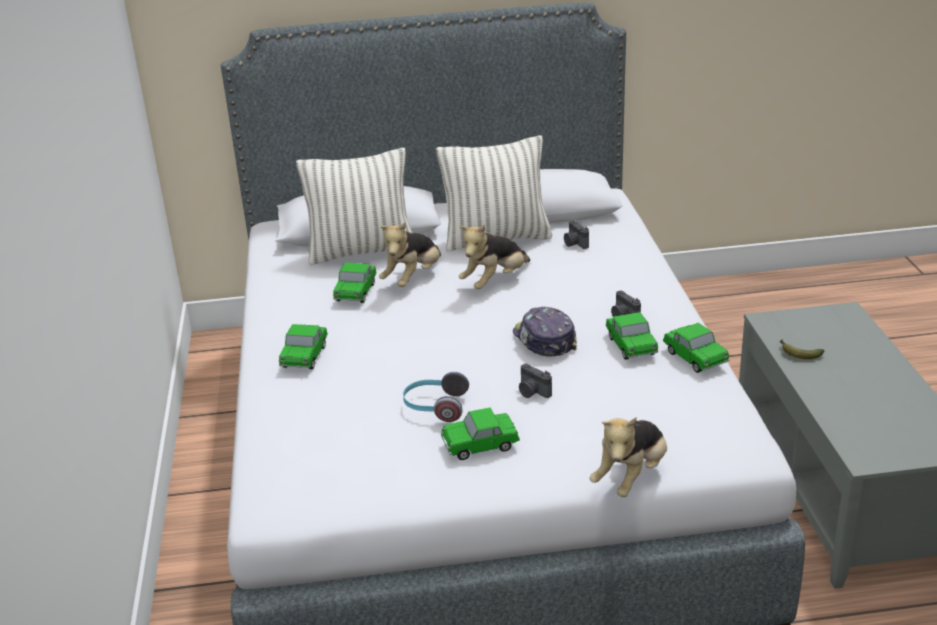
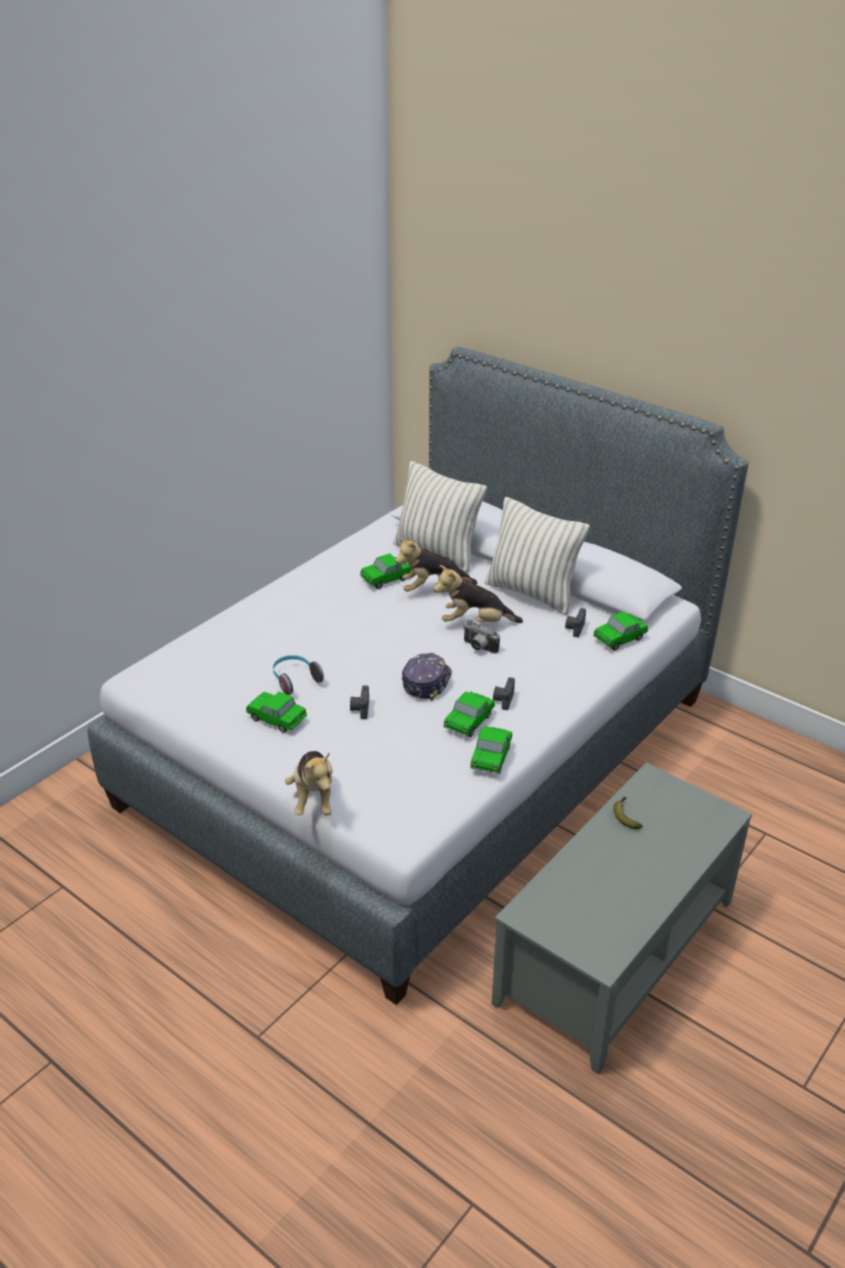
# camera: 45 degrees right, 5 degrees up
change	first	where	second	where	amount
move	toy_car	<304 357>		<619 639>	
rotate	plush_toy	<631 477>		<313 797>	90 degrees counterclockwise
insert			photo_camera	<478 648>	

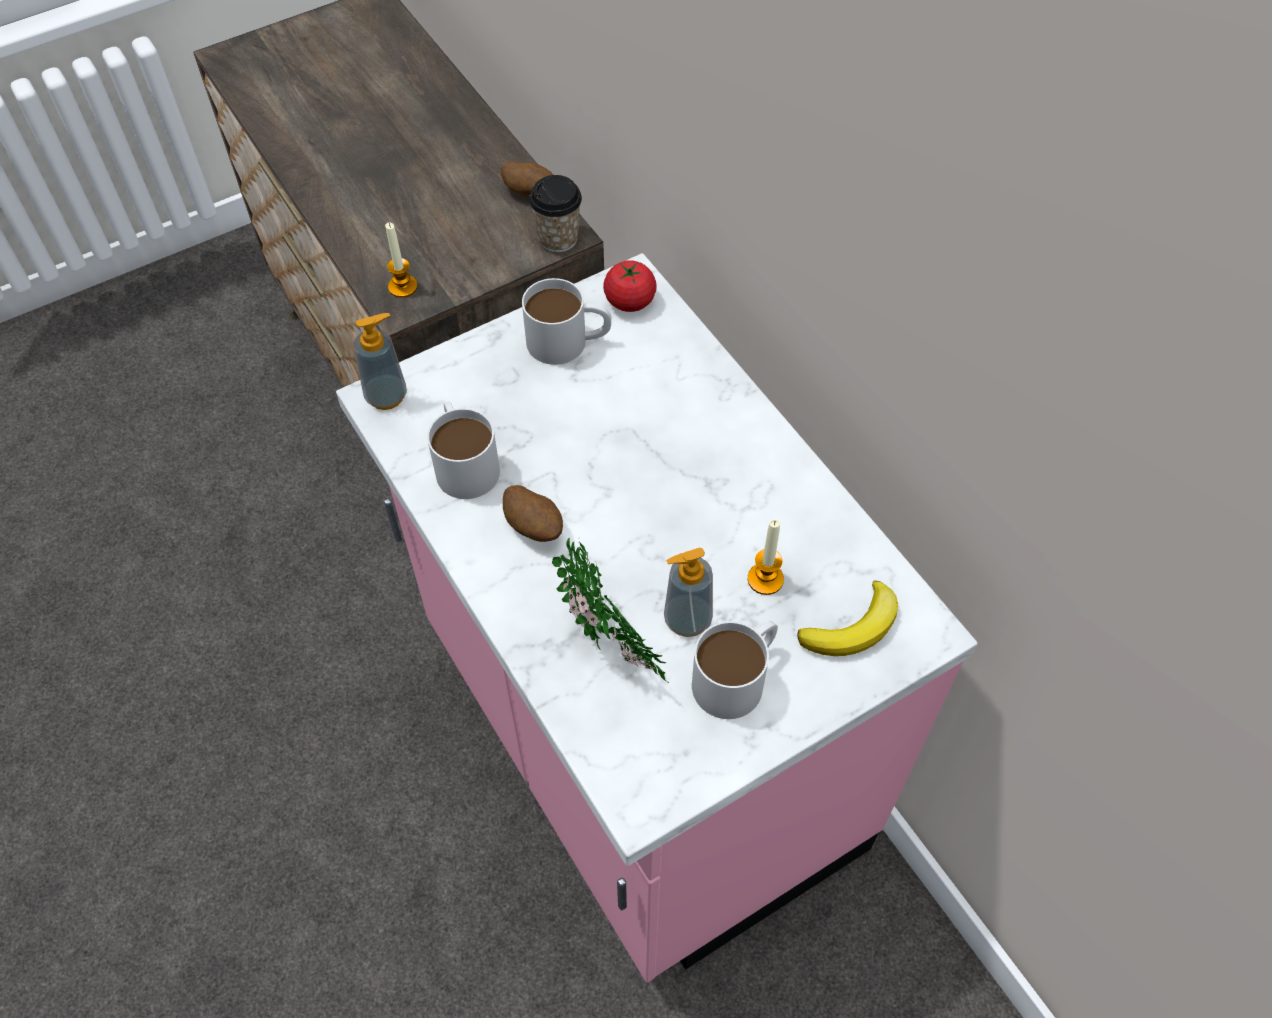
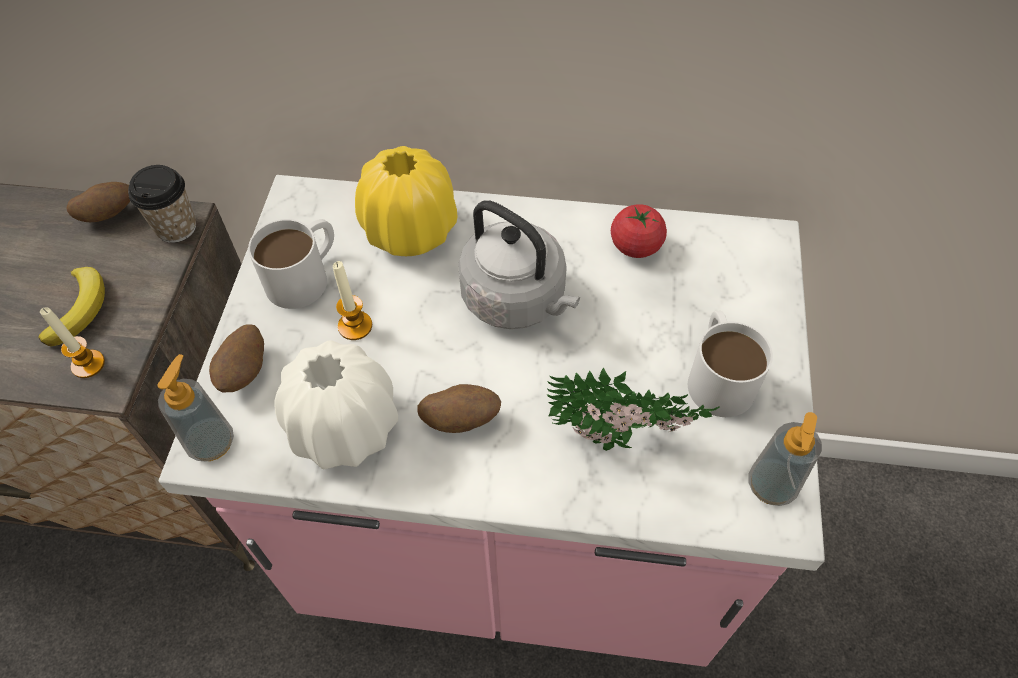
# camera: 50 degrees left, 0 degrees up
change	first	where	second	where	amount
replace	white_mug	<464 462>	white_vase	<344 428>	
move	tomato	<630 301>		<635 246>	
move	soap_dispenser	<687 619>		<771 486>	
move	candle	<765 579>		<355 326>	
move	banana	<853 627>		<80 308>	
insert			potato	<245 372>	
insert			yellow_vase	<410 230>	
insert			grey_kettle	<517 300>	

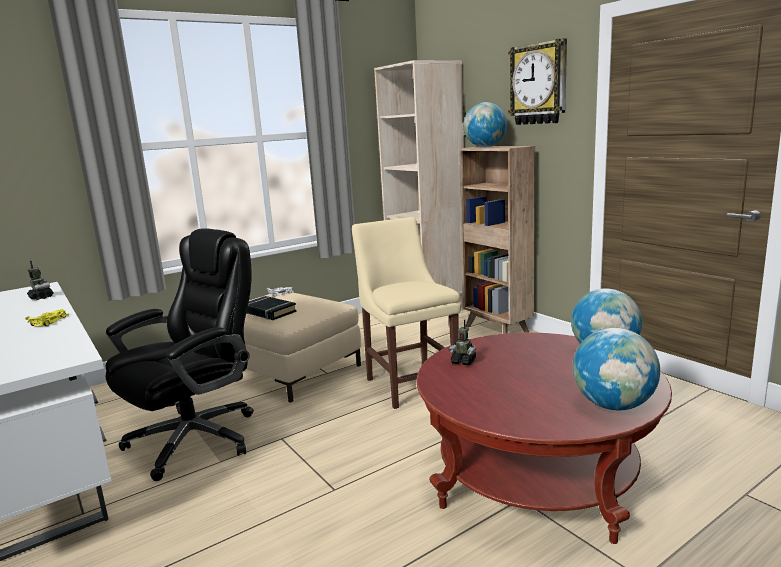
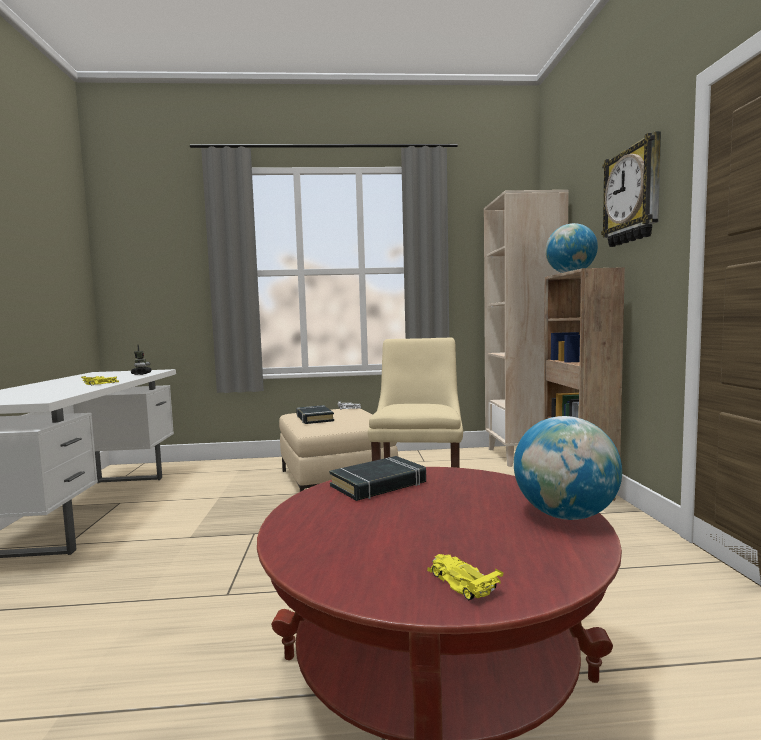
# camera: 30 degrees right, 10 degrees down
change	first	where	second	where	amount
delete	black_office_chair	<197 438>			
replace	toy_robot	<463 361>	black_book	<379 484>	
replace	globe	<613 405>	yellow_toy_car	<461 582>	

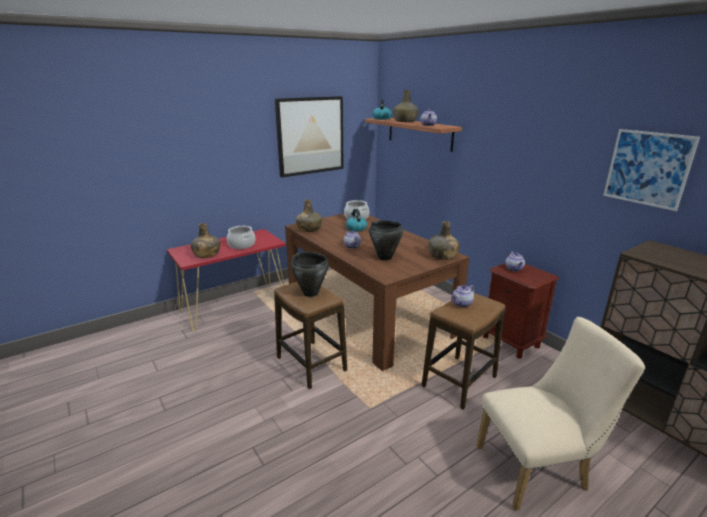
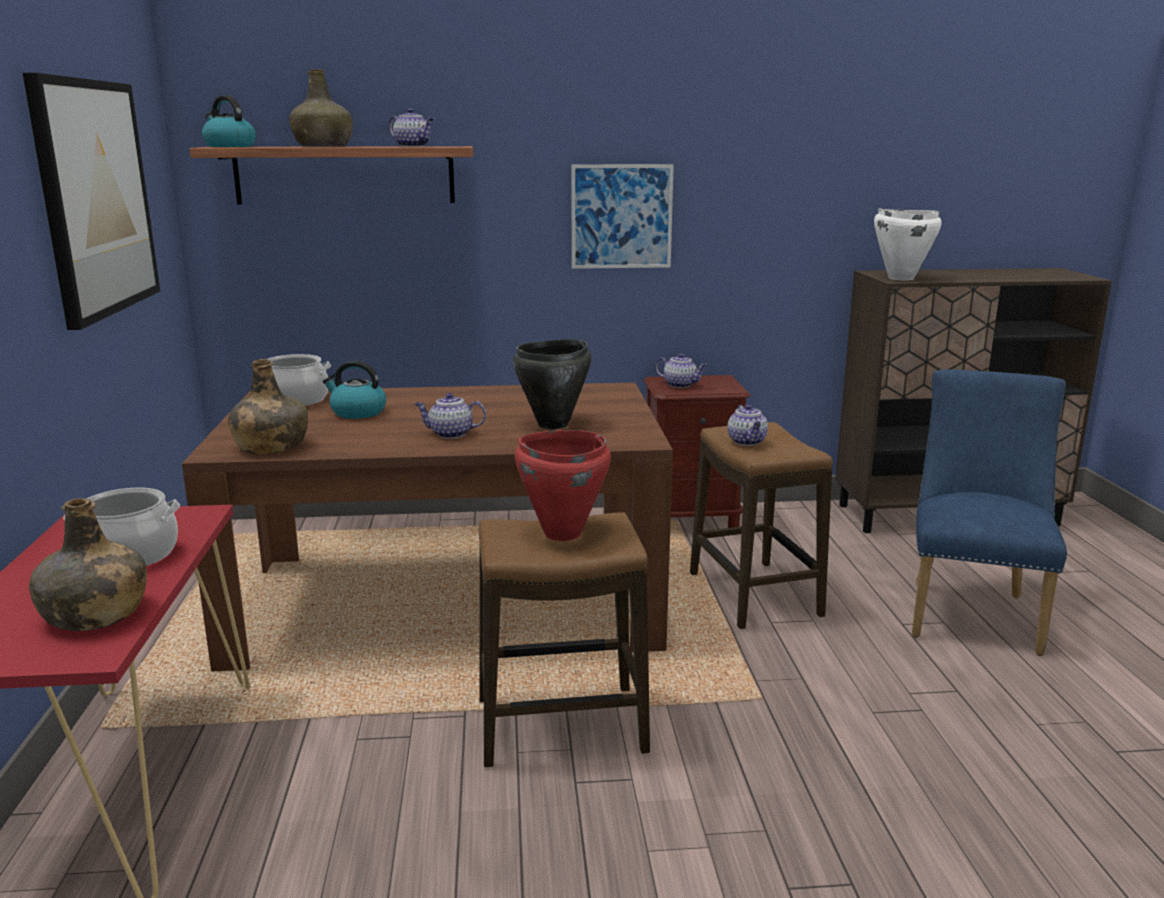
# camera: 60 degrees left, 5 degrees down
change	first	where	second	where	amount
recolor	black_cooking_pot	<310 293>	red_cooking_pot	<562 533>	
delete	green_bottle	<442 256>			
recolor	beige_chair	<538 468>	blue_chair	<972 611>	
move	picture	<647 168>		<621 216>	
insert			white_cooking_pot	<900 278>	

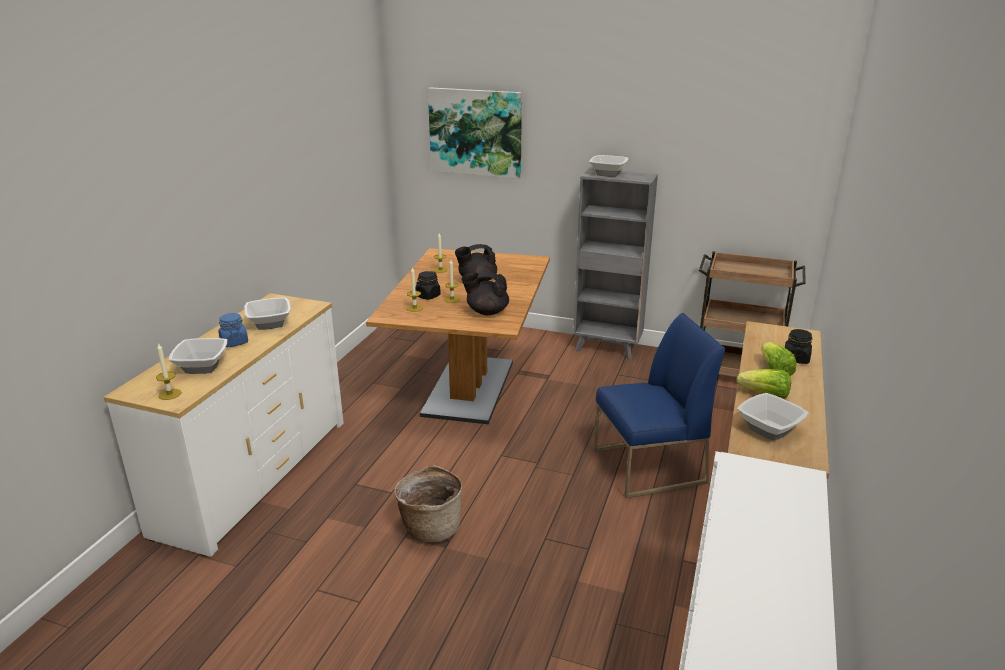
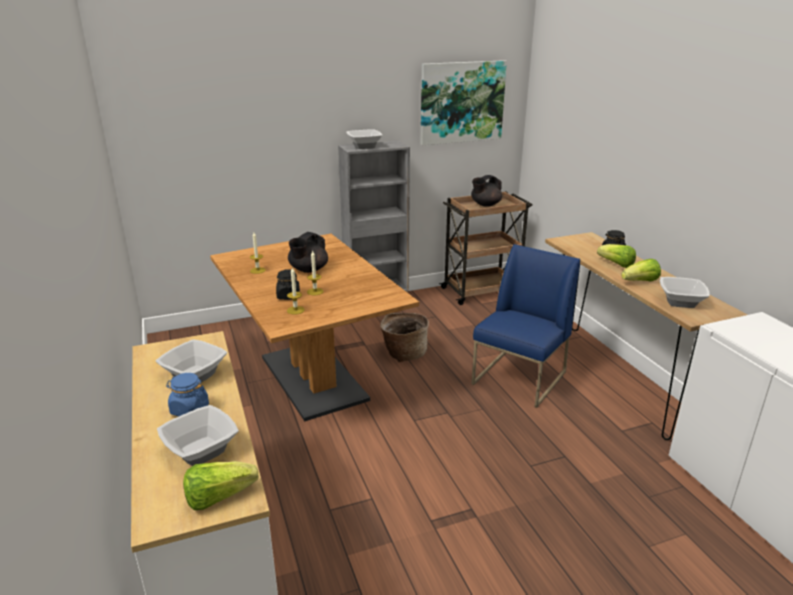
# camera: 40 degrees left, 0 degrees up
change	first	where	second	where	amount
replace	candle	<170 394>	lettuce	<219 497>	
move	basket	<430 527>		<404 354>	
move	picture	<475 132>		<461 102>	
move	black_teapot	<486 312>		<485 205>	

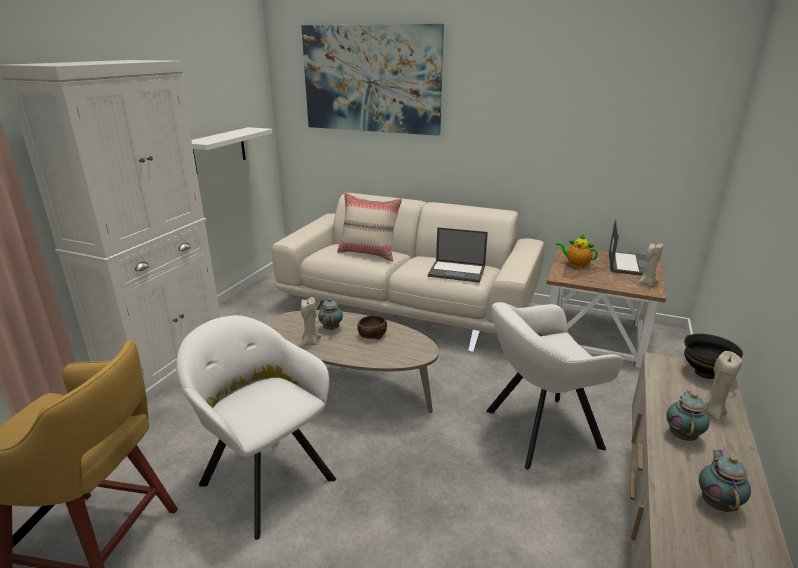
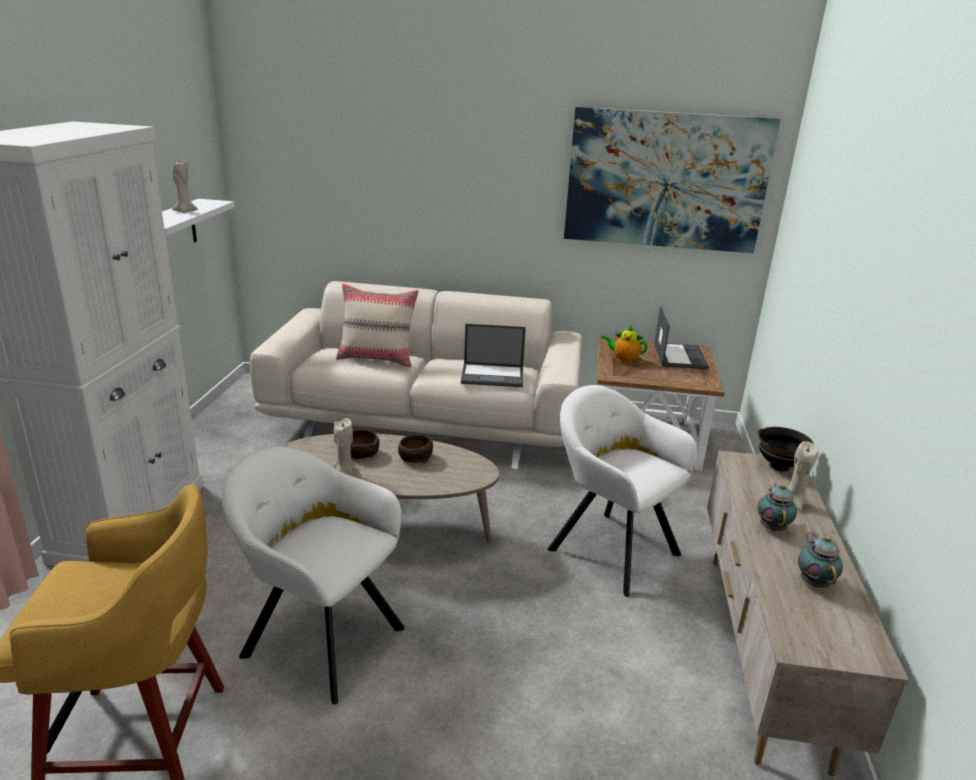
# camera: 15 degrees left, 0 degrees up
change	first	where	second	where	amount
move	picture	<371 79>		<666 181>	
replace	teapot	<331 328>	brown_bowl	<362 454>	
rotate	white_armchair	<537 430>		<609 547>	75 degrees clockwise
move	beige_candle	<646 283>		<185 211>	

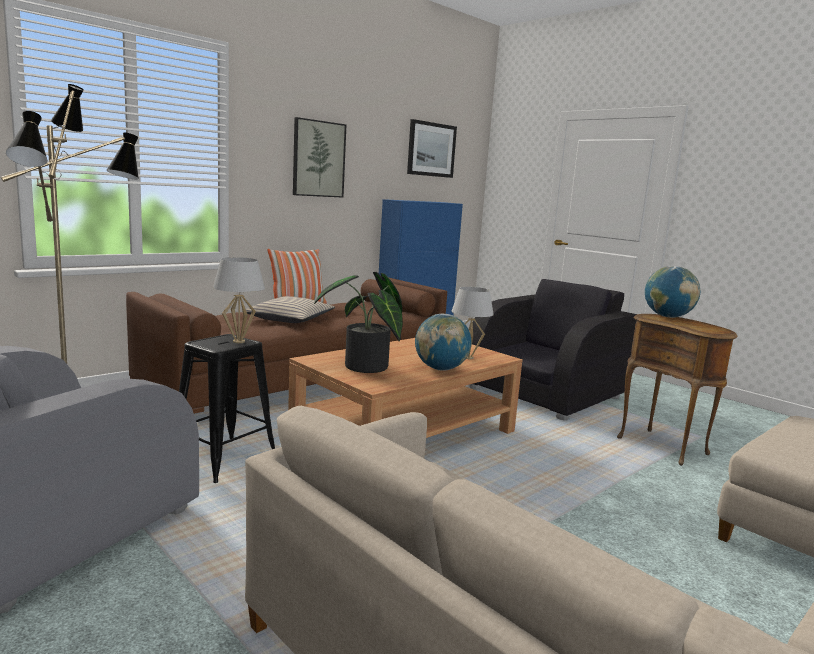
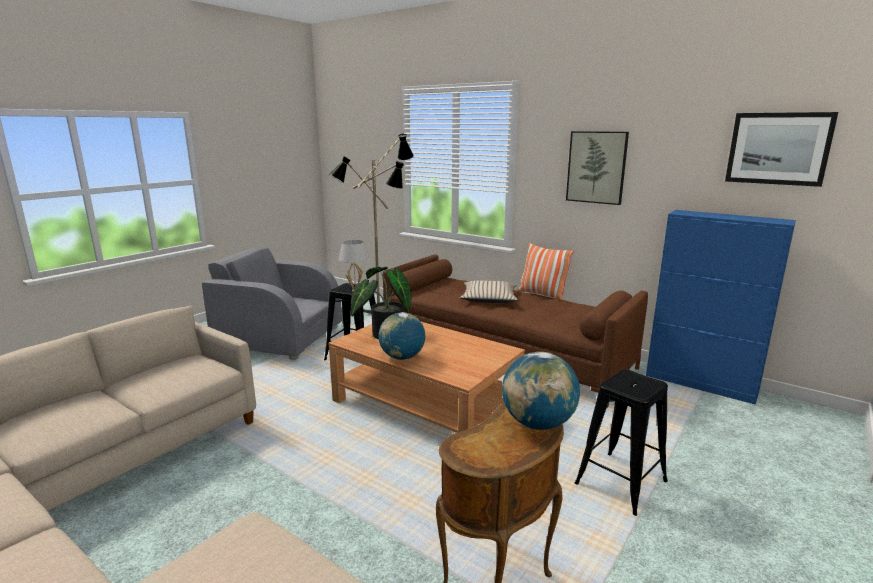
# camera: 80 degrees right, 5 degrees up
change	first	where	second	where	amount
delete	white_table_lamp	<468 357>			
replace	black_armchair	<545 393>	black_stool	<621 482>	

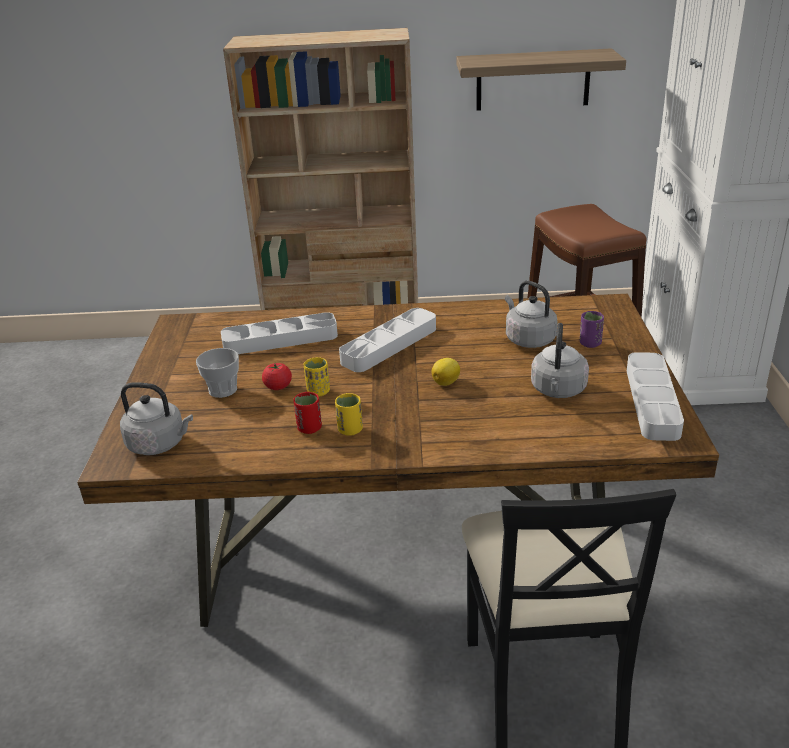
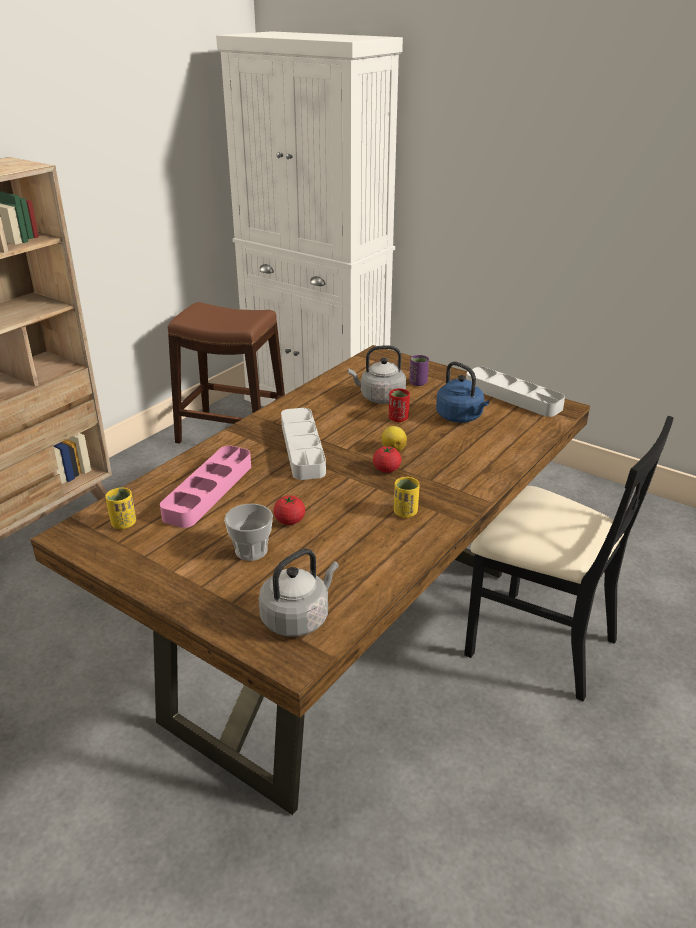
# camera: 55 degrees left, 0 degrees up
change	first	where	second	where	amount
recolor	grey_tray	<280 340>	pink_tray	<208 491>	
move	red_cup	<309 428>		<398 418>	
move	yellow_cup	<318 392>		<123 524>	
delete	shelf	<533 80>			
recolor	grey_kettle	<558 391>	blue_kettle	<461 417>	
insert			tomato	<386 469>	

